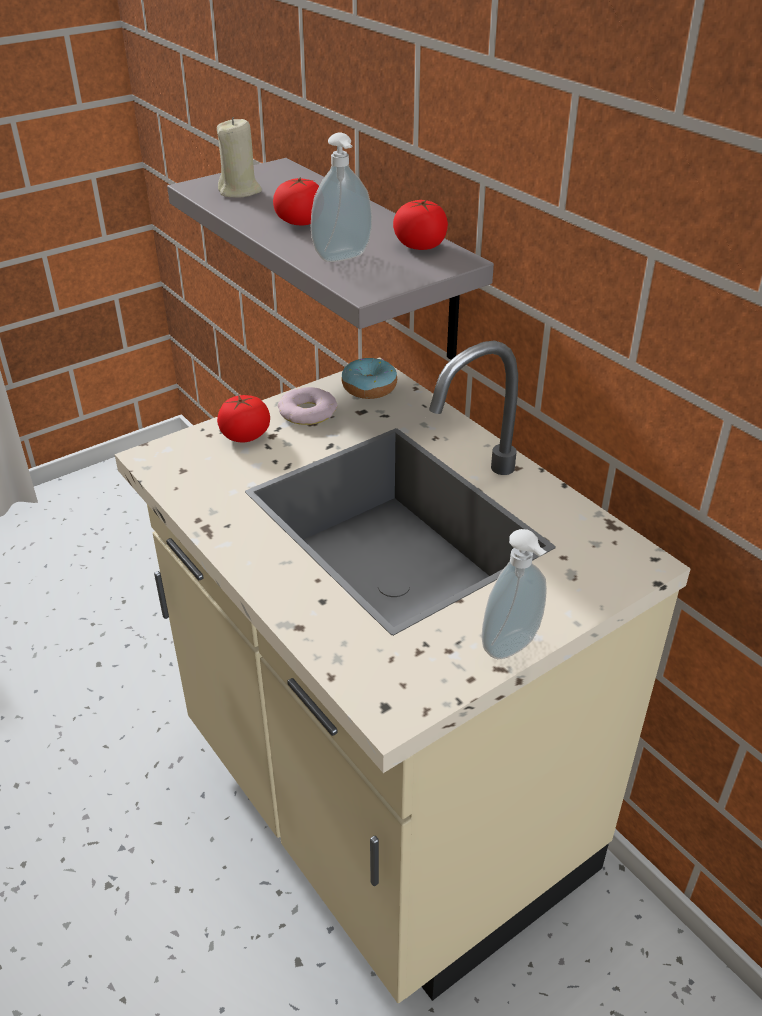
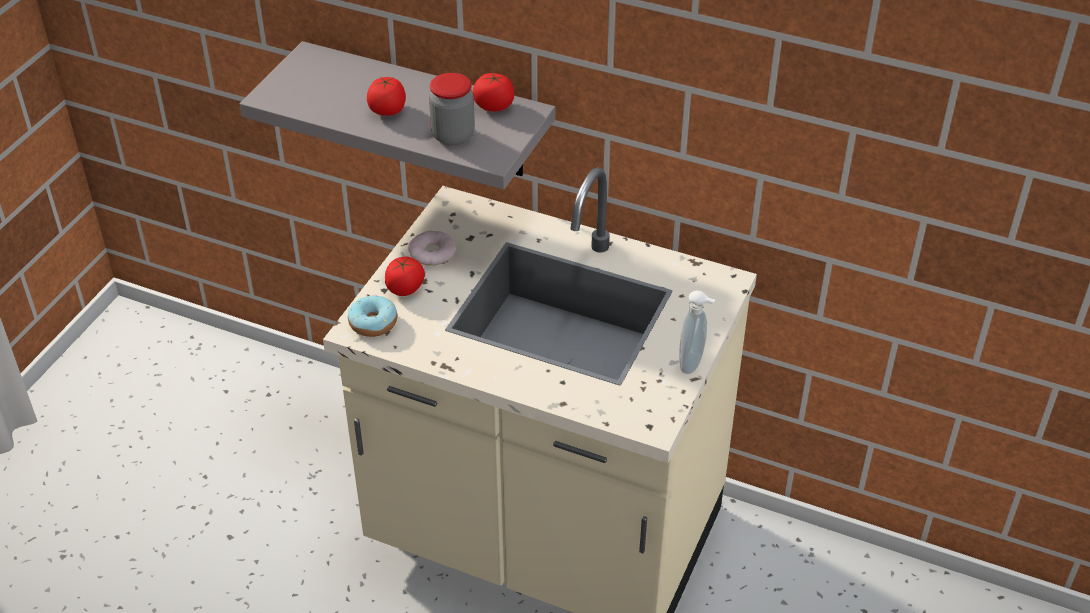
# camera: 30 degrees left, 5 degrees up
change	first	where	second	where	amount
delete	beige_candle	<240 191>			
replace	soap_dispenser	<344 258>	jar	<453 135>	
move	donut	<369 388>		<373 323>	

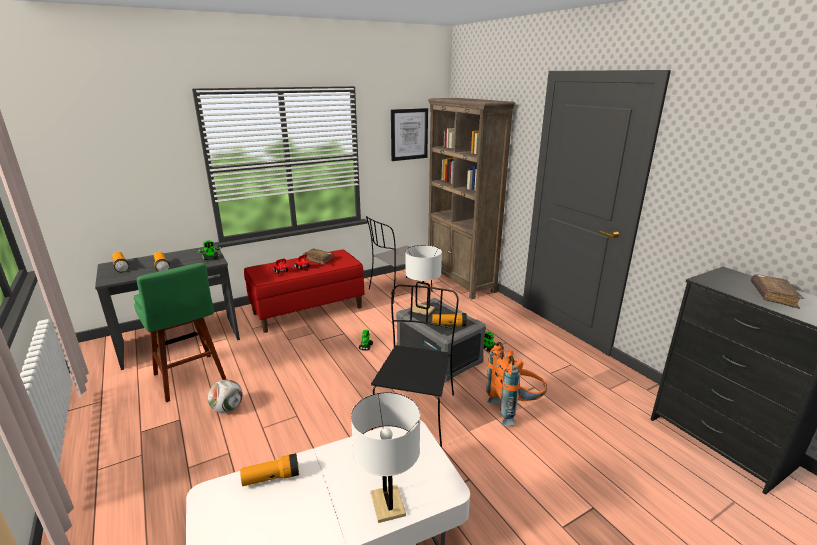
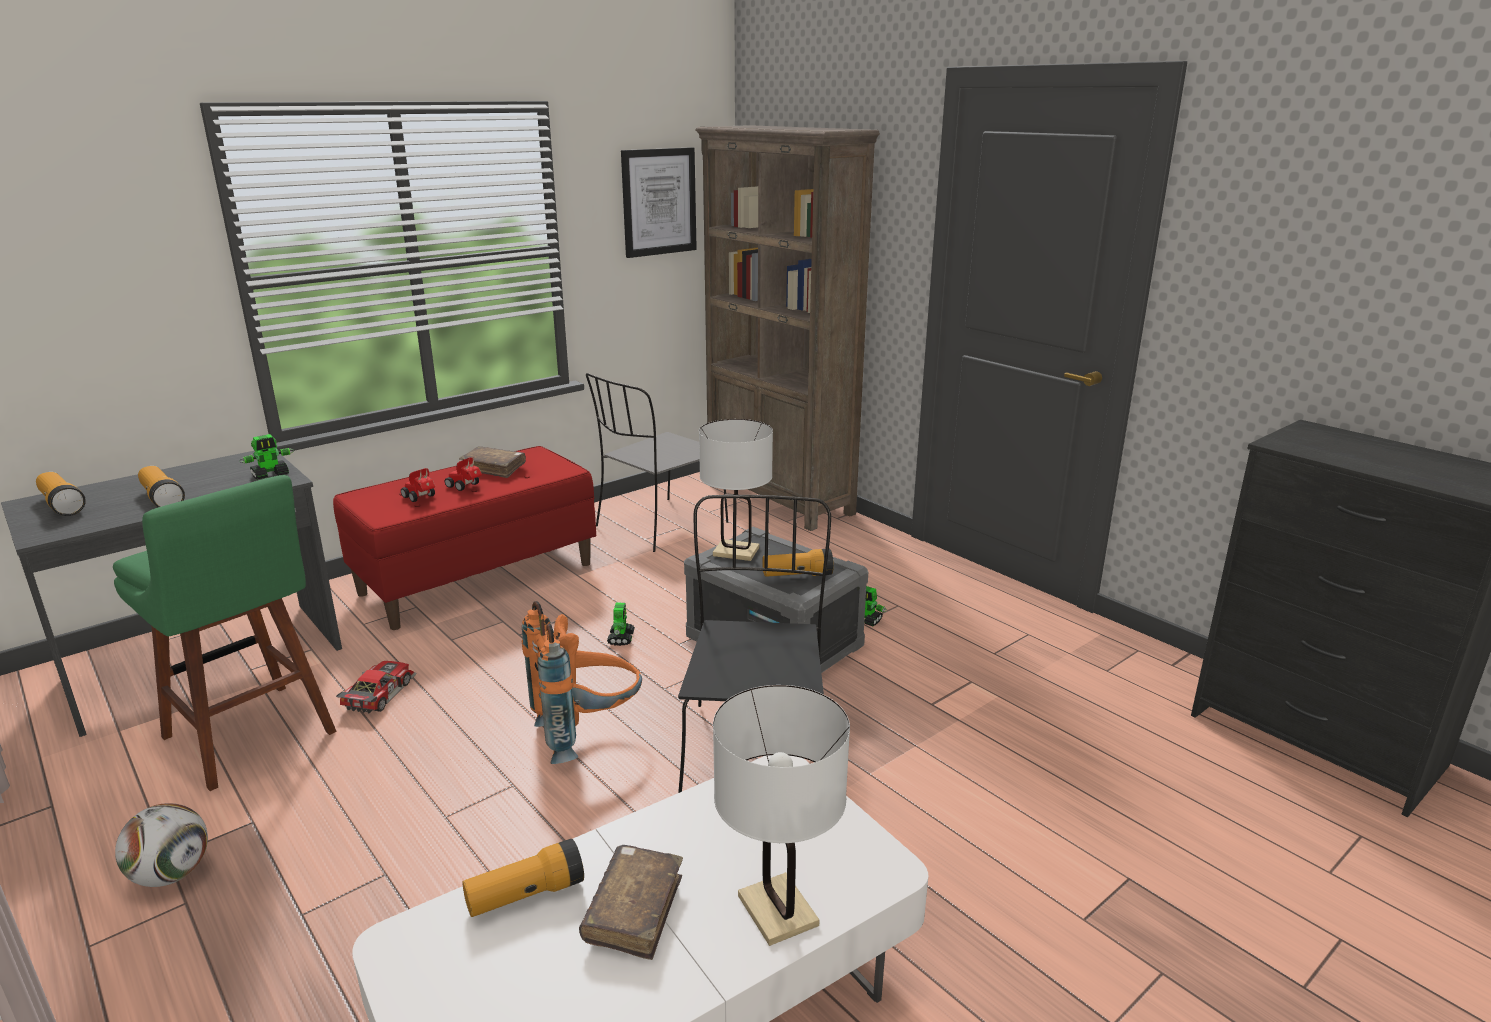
# camera: 10 degrees left, 0 degrees up
change	first	where	second	where	amount
move	football	<228 409>		<172 874>	
move	orange_backpack	<515 408>		<587 732>	
move	brown_book	<773 296>		<634 911>	
insert			toy_car	<377 694>	

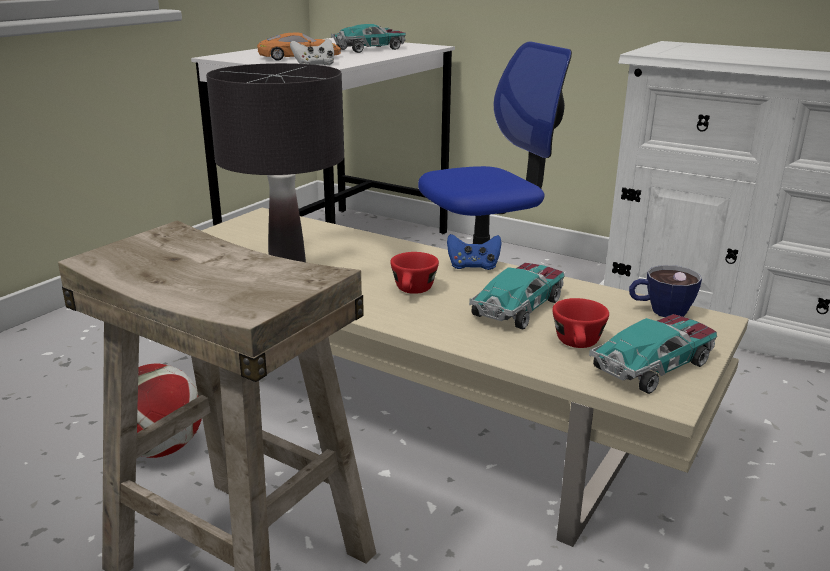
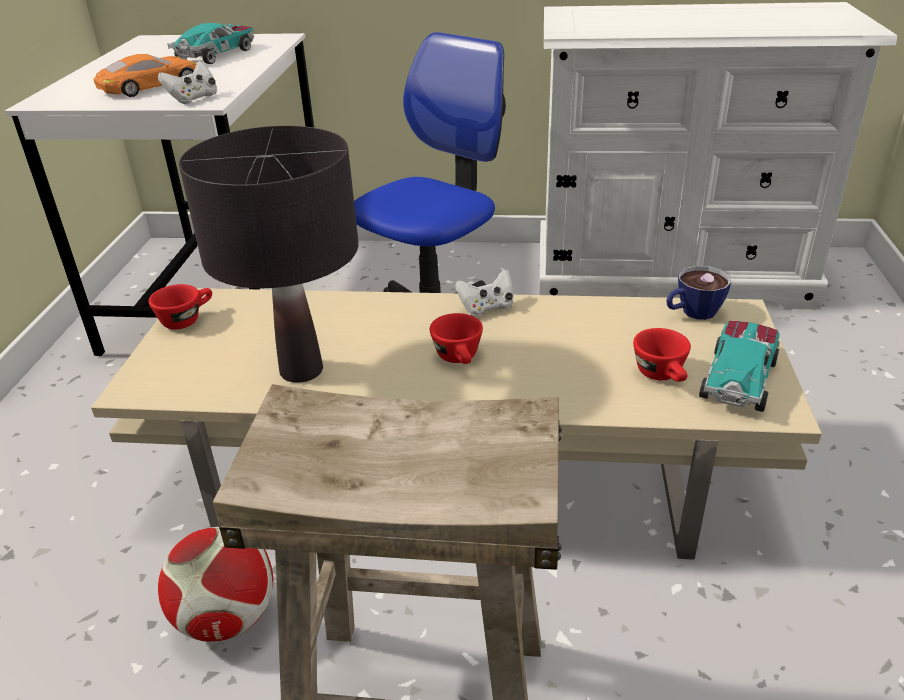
# camera: 25 degrees left, 10 degrees up
change	first	where	second	where	amount
recolor	blue_game_controller	<473 266>	white_game_controller	<487 308>	
delete	toy_car	<518 306>			
insert			red_cup	<187 319>	

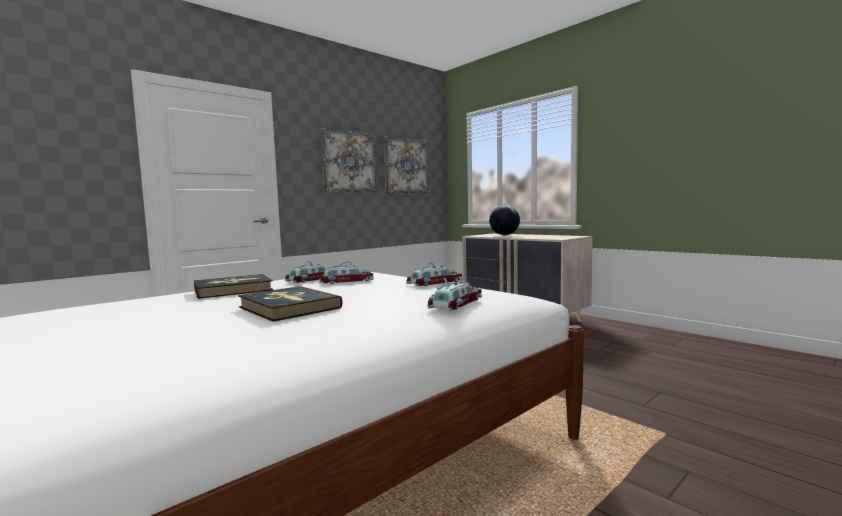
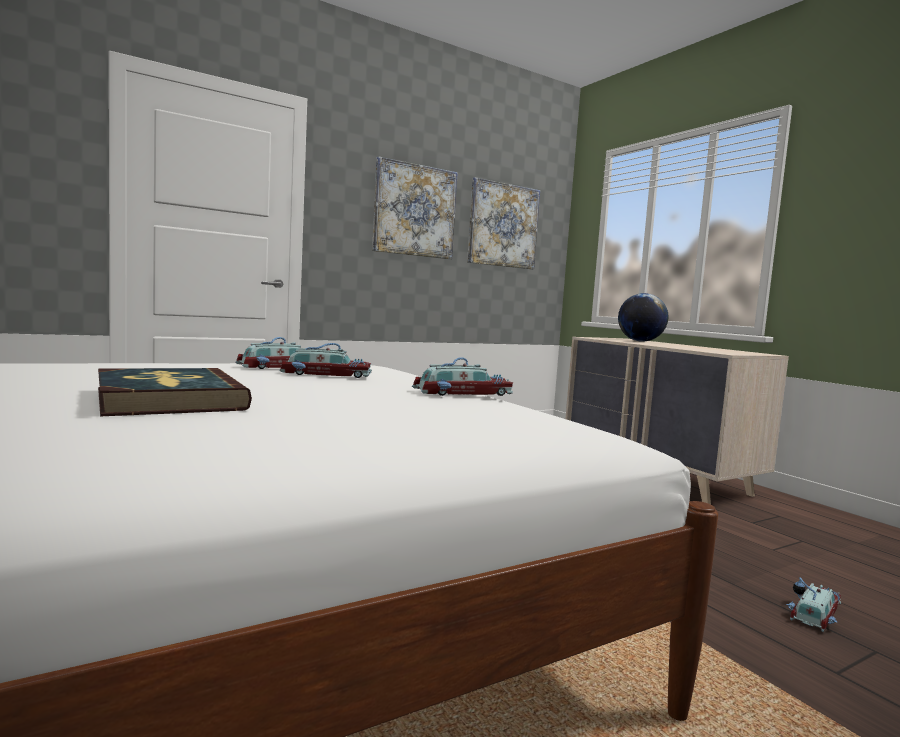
# camera: 10 degrees right, 0 degrees up
change	first	where	second	where	amount
delete	book	<233 290>			
move	toy_car	<454 304>		<813 613>	

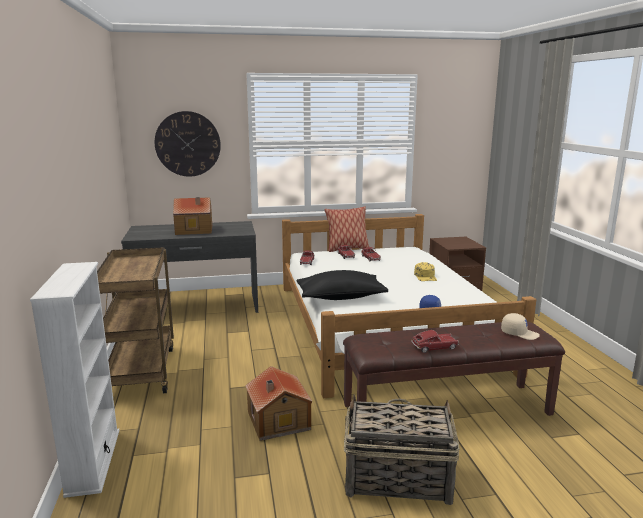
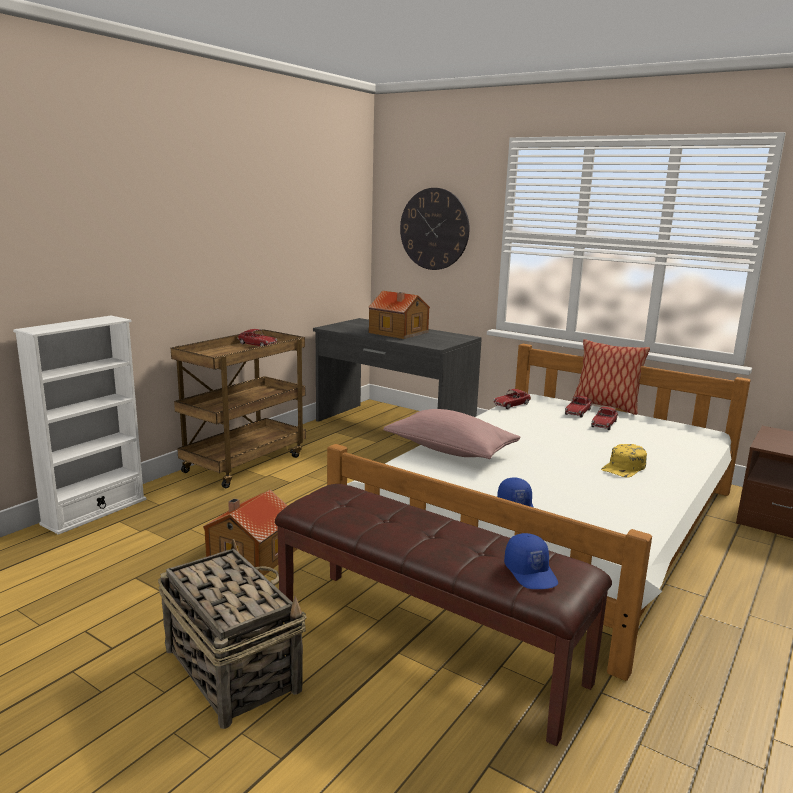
# camera: 45 degrees right, 0 degrees up
change	first	where	second	where	amount
recolor	black_pillow	<341 297>	pink_pillow	<450 450>	
move	toy_car	<434 347>		<257 345>	
recolor	beige_cap	<519 333>	blue_cap	<531 573>	

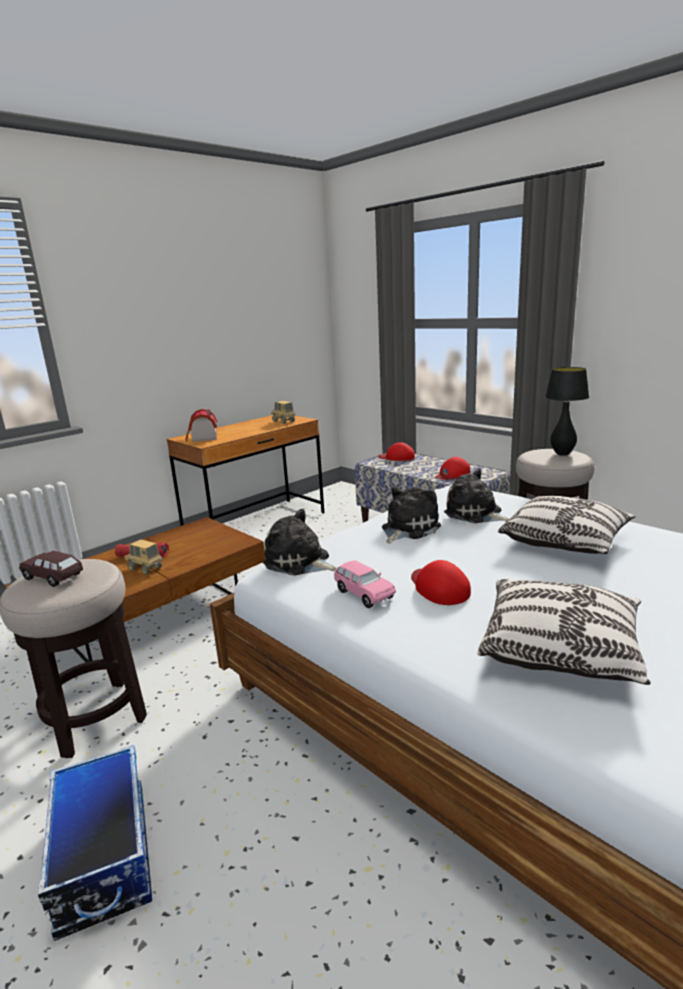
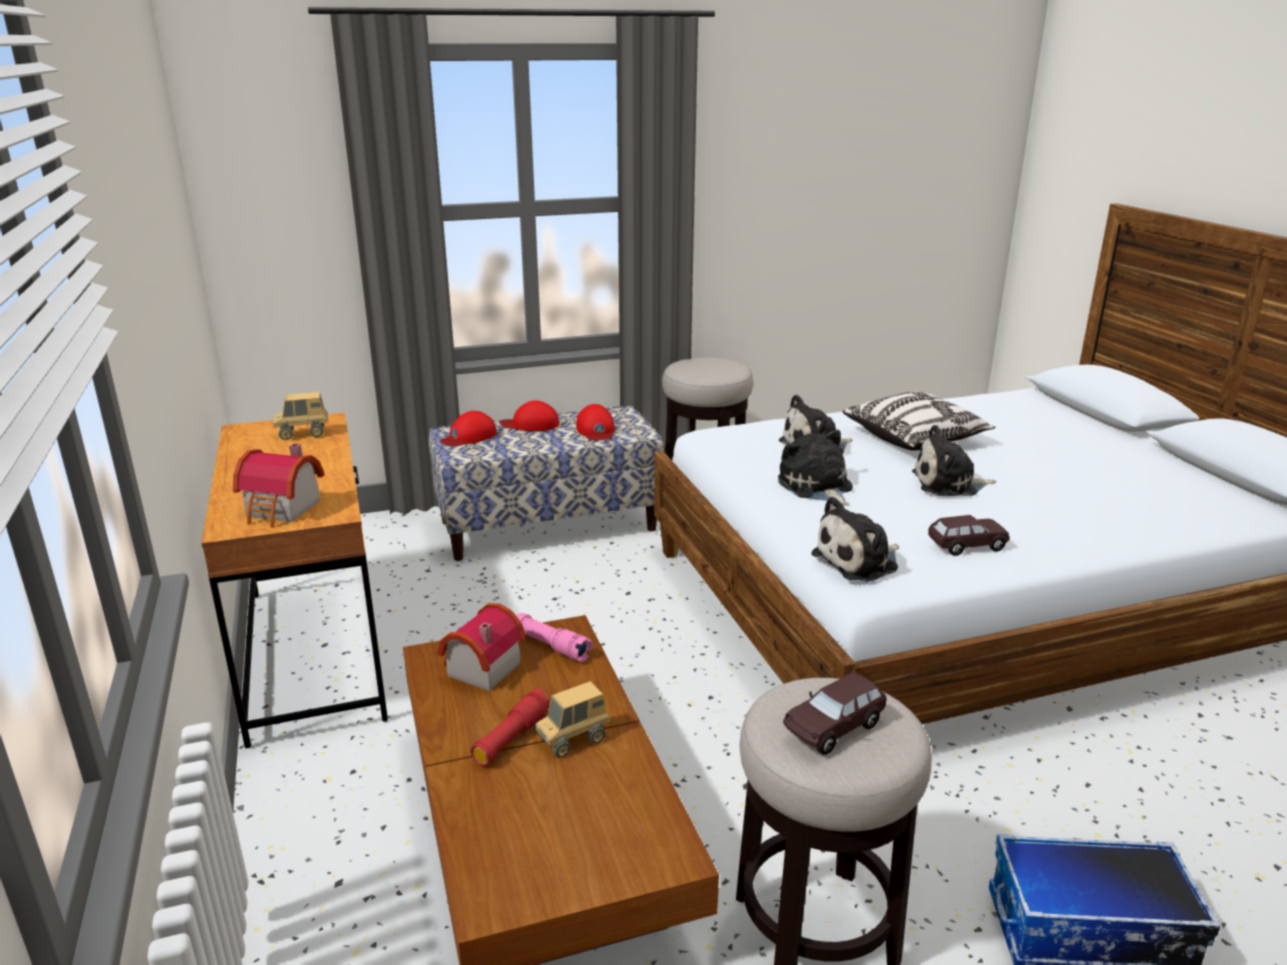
# camera: 65 degrees left, 5 degrees up
change	first	where	second	where	amount
recolor	pink_toy_car	<364 594>	brown_toy_car	<966 546>	
move	red_cap	<438 587>		<530 424>	
delete	pillow	<560 649>			
delete	black_table_lamp	<562 453>			
insert			toy_house	<479 669>	
insert			pink_flashlight	<551 646>	
insert			plush_toy	<949 484>	

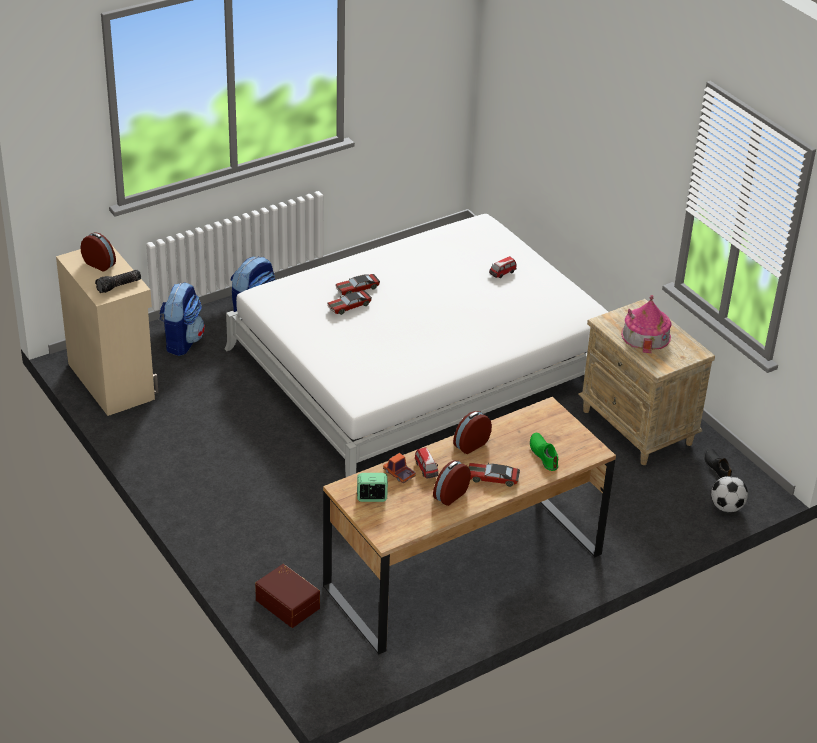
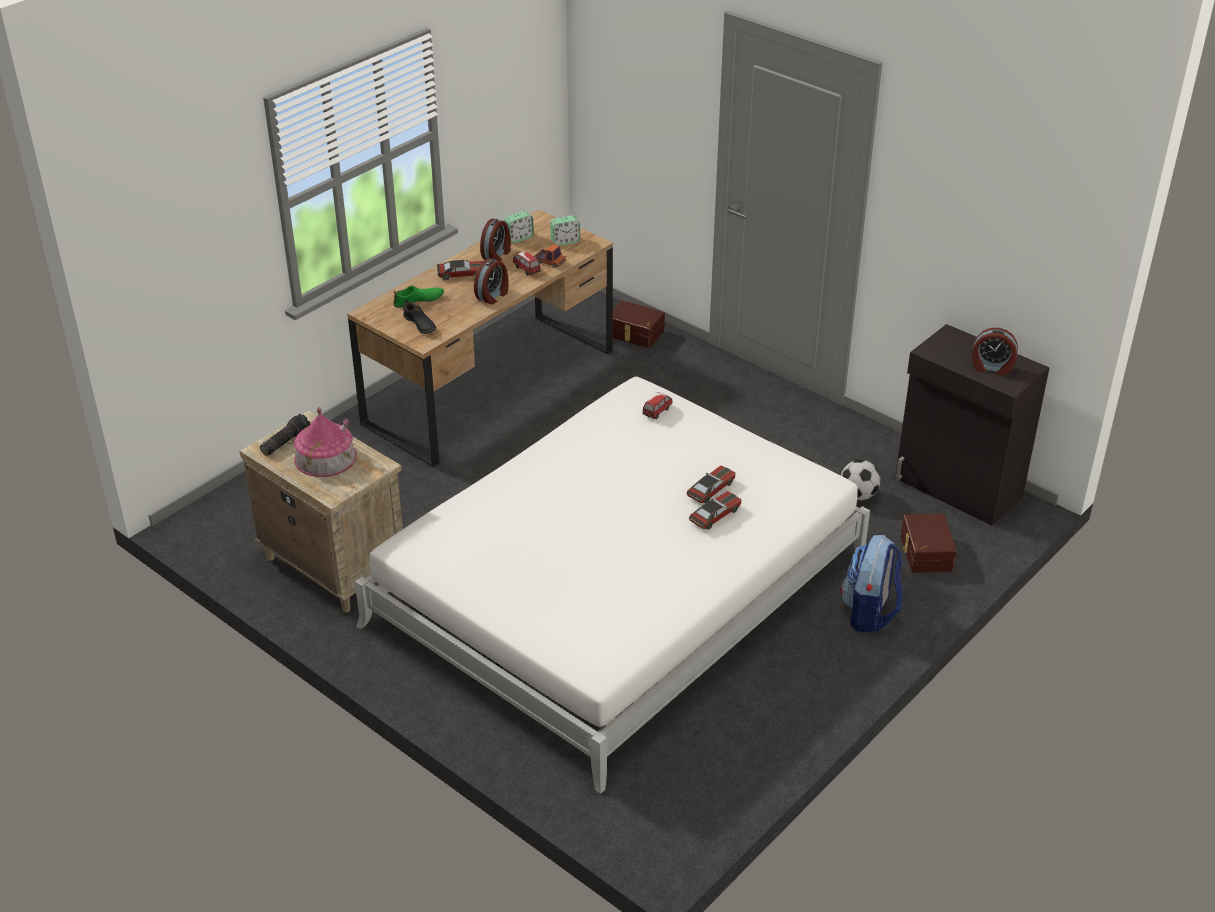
# camera: 165 degrees right, 0 degrees up
change	first	where	second	where	amount
recolor	beige_cabinet	<112 380>	black_cabinet	<958 488>	
move	flashlight	<119 286>		<285 441>	
replace	backpack	<182 341>	brown_storage_box	<924 553>	
move	toy_car	<502 273>		<657 411>	
rotate	green_shoe	<544 454>		<418 300>	75 degrees counterclockwise
move	black_shoe	<717 467>		<419 324>	
move	football	<726 507>		<858 496>	
insert			alarm_clock	<519 238>	

